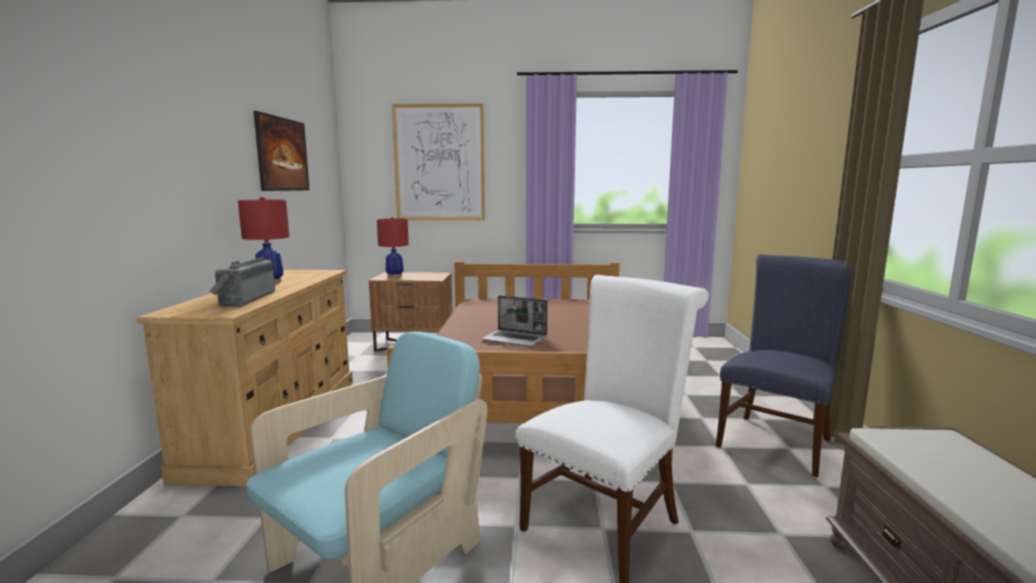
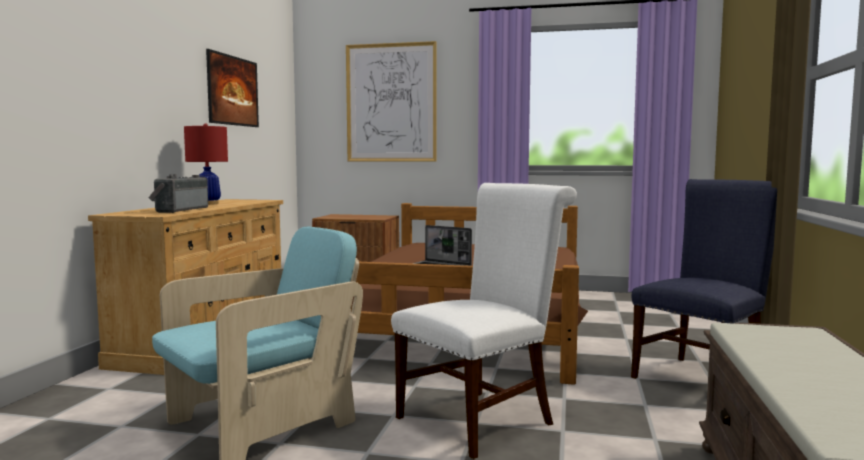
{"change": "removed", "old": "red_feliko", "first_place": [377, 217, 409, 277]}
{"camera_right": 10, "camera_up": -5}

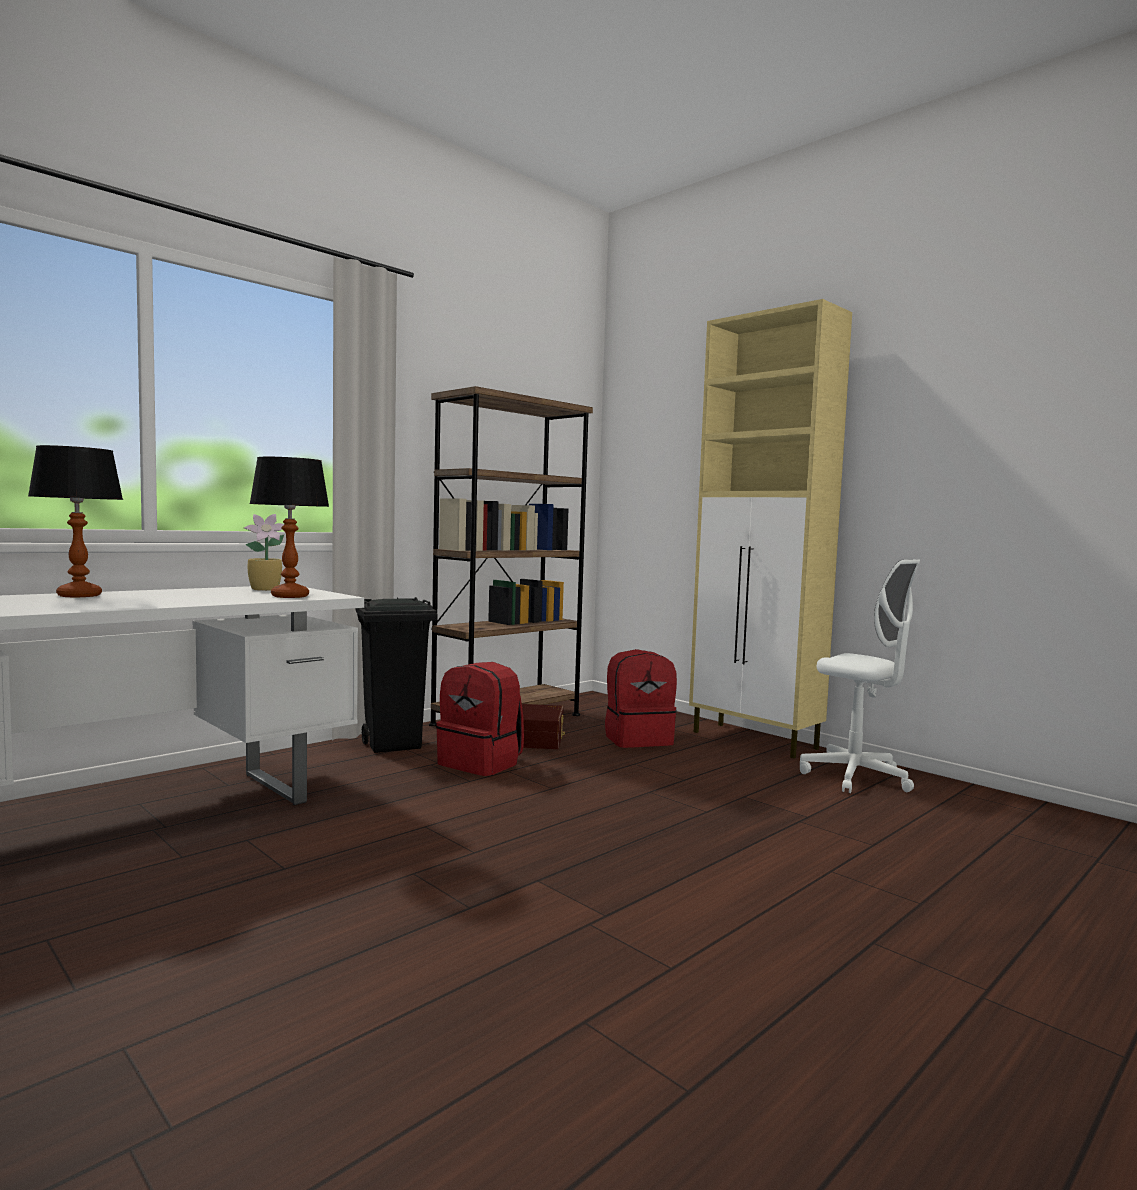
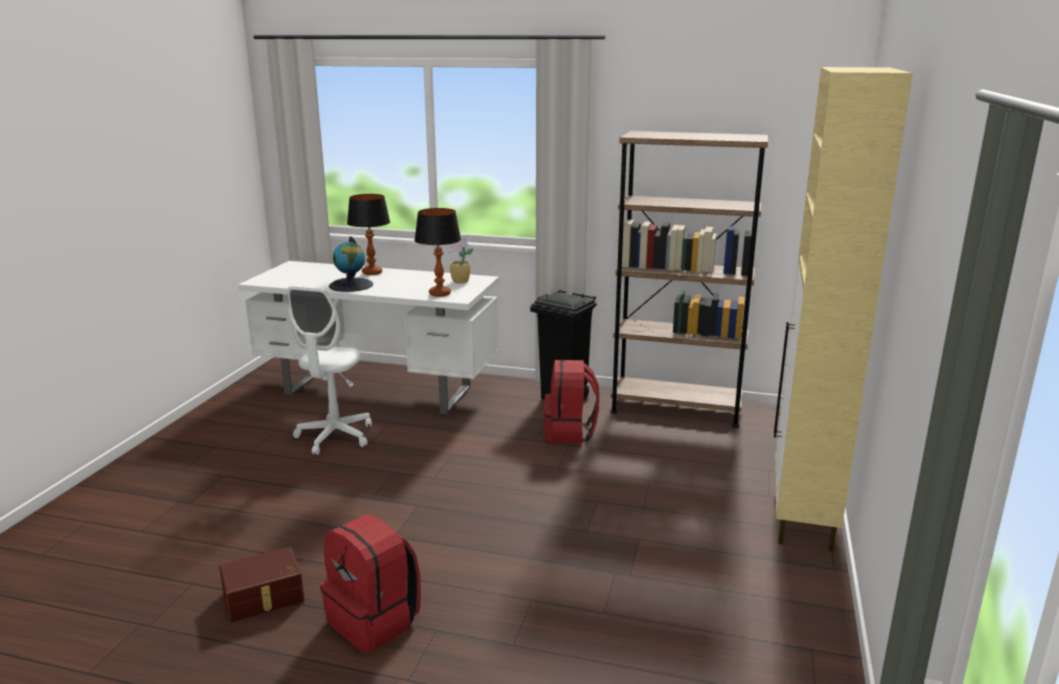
{"change": "moved", "old": "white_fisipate", "first_place": [800, 559, 920, 793], "second_place": [287, 287, 372, 455]}
{"change": "moved", "old": "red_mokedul", "first_place": [605, 649, 677, 748], "second_place": [320, 514, 421, 653]}
{"change": "moved", "old": "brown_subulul", "first_place": [522, 704, 565, 749], "second_place": [219, 547, 304, 622]}
{"change": "added", "new": "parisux", "second_place": [329, 236, 373, 292]}
{"camera_right": 60, "camera_up": 15}

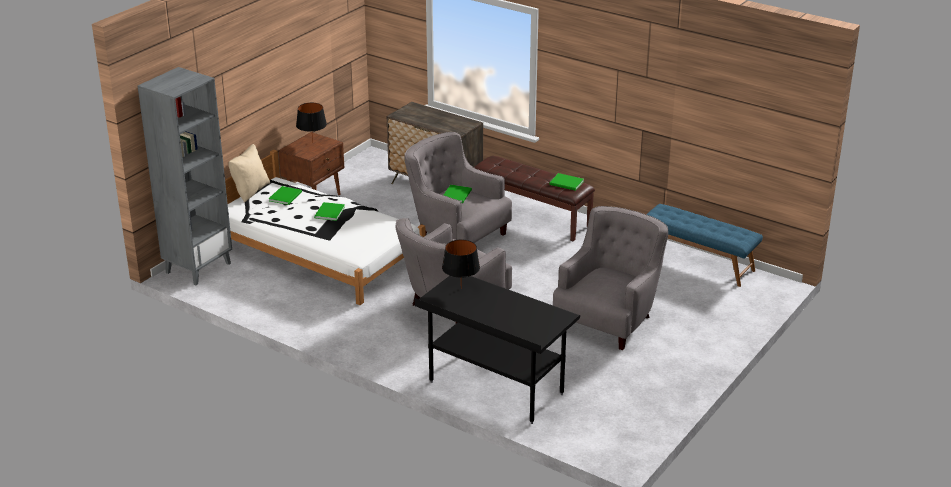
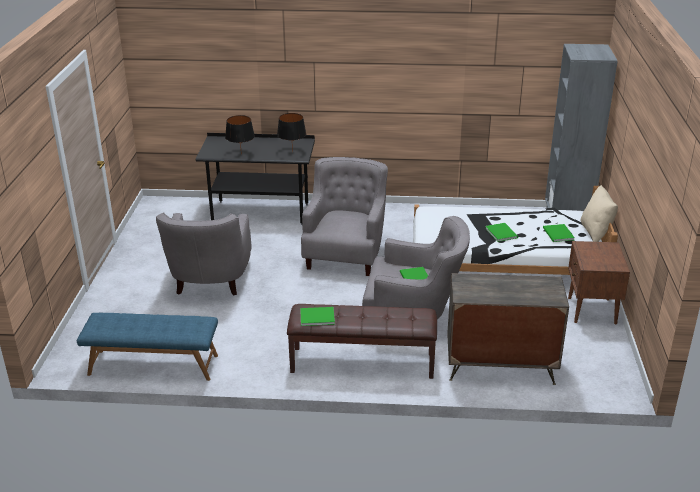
{"change": "moved", "old": "black_feliko", "first_place": [296, 103, 327, 143], "second_place": [225, 115, 255, 155]}
{"camera_right": 150, "camera_up": 0}

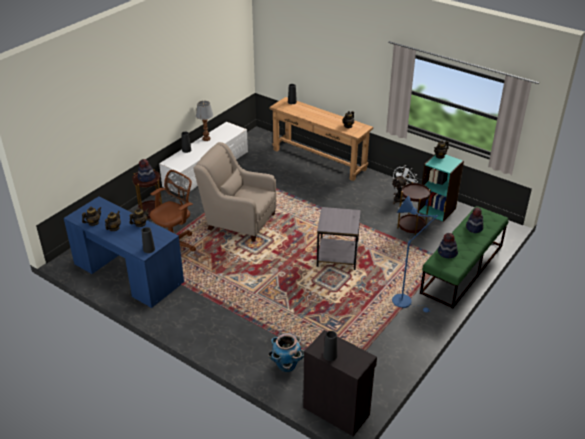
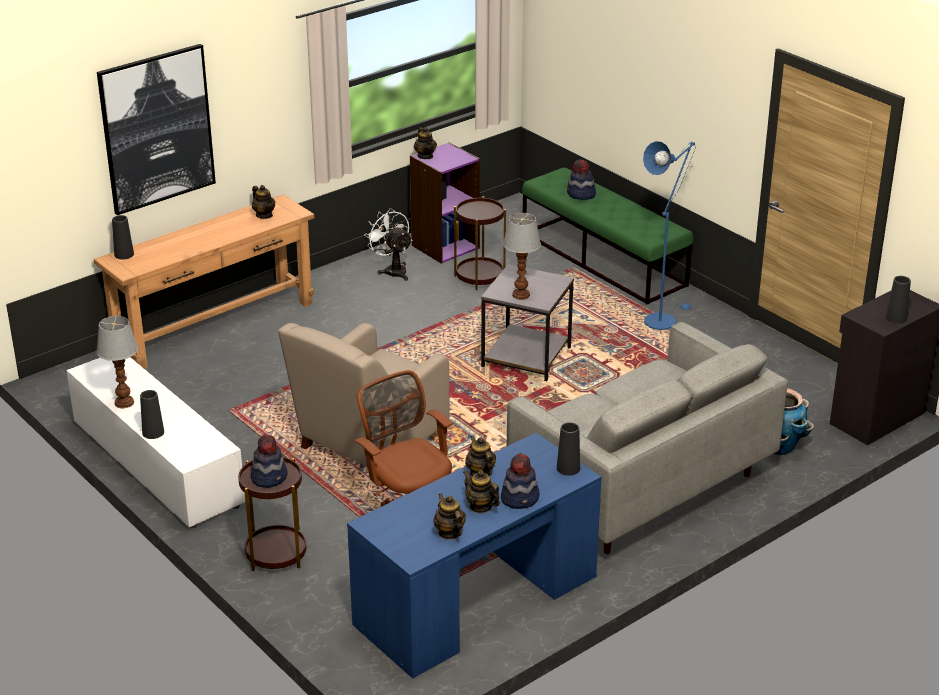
{"change": "recoloured", "old": "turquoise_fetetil", "new": "purple_fetetil", "first_place": [419, 154, 464, 222], "second_place": [410, 142, 480, 263]}
{"change": "moved", "old": "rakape", "first_place": [438, 233, 458, 258], "second_place": [501, 453, 540, 509]}
{"change": "added", "new": "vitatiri", "second_place": [97, 44, 216, 215]}
{"change": "added", "new": "feliko", "second_place": [503, 213, 541, 300]}
{"change": "added", "new": "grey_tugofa", "second_place": [507, 322, 788, 554]}
{"camera_right": -75, "camera_up": -5}

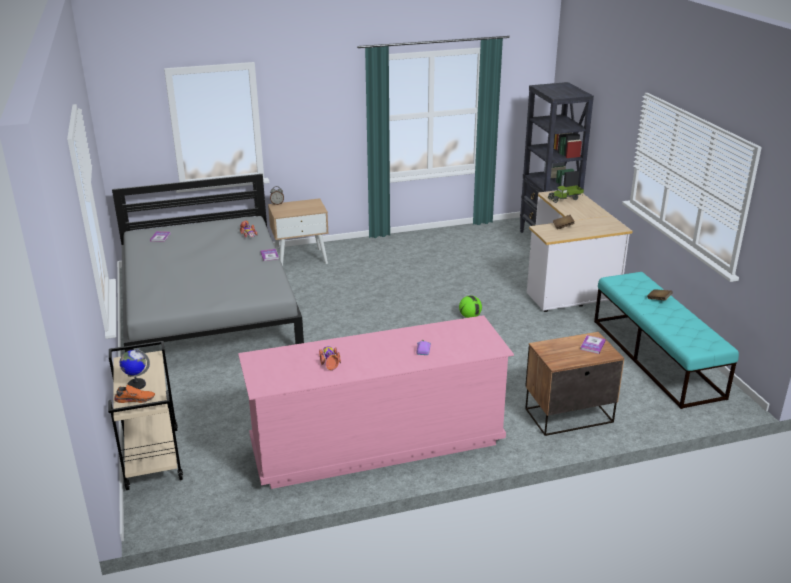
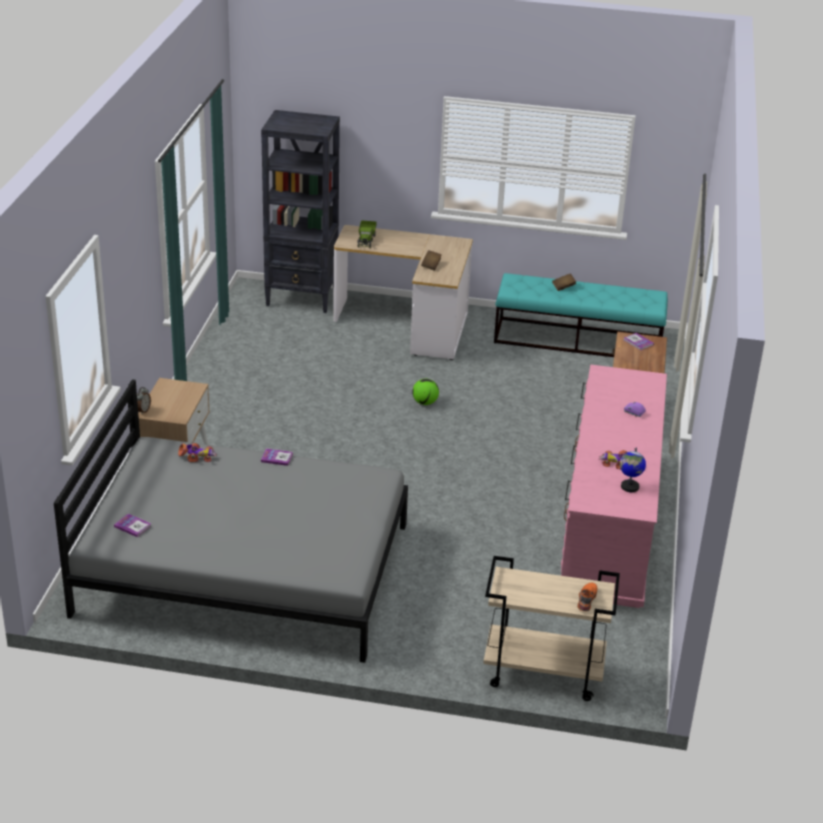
{"change": "moved", "old": "parisux", "first_place": [120, 349, 150, 389], "second_place": [620, 447, 646, 492]}
{"camera_right": -65, "camera_up": 5}

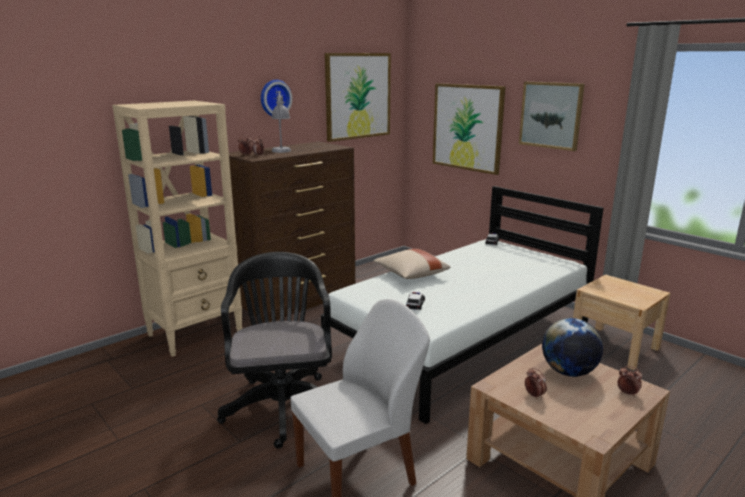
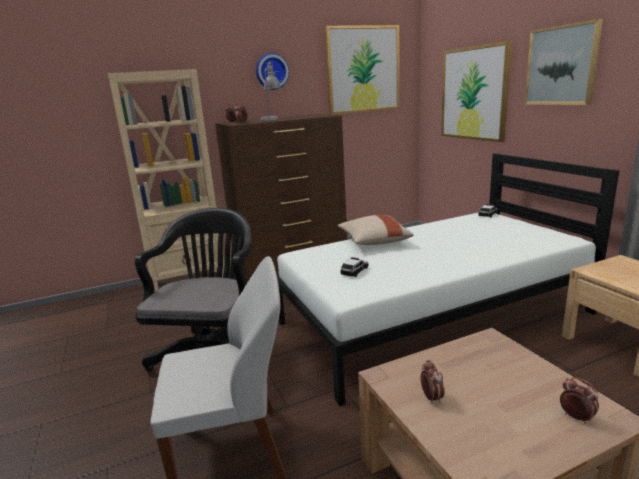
{"change": "removed", "old": "parisux", "first_place": [542, 318, 603, 377]}
{"camera_right": 20, "camera_up": 0}

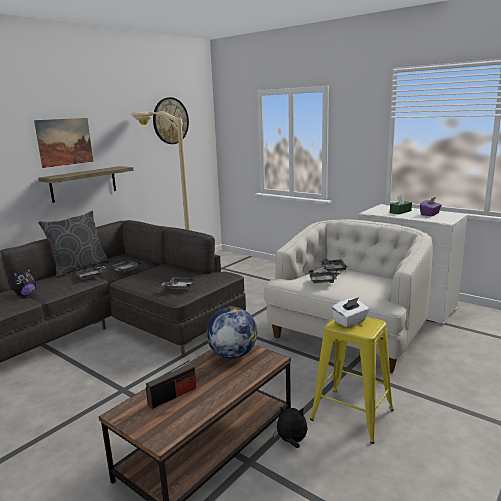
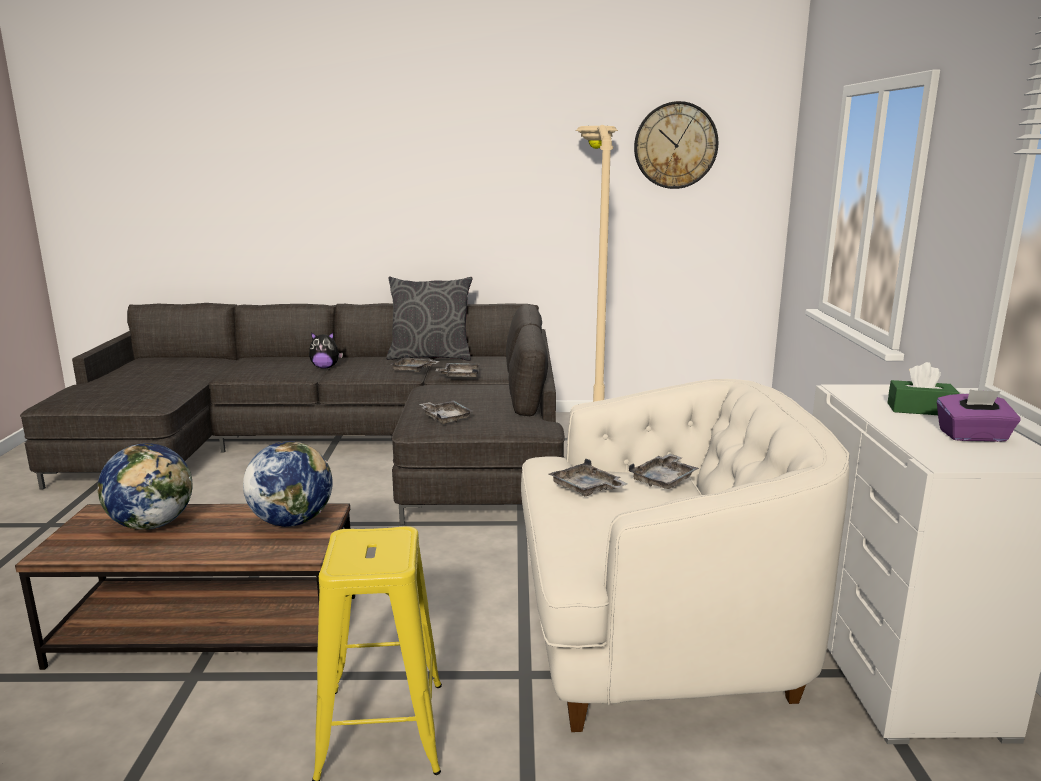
{"change": "removed", "old": "vitatiri", "first_place": [34, 118, 93, 168]}
{"change": "removed", "old": "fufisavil", "first_place": [38, 166, 133, 203]}
{"change": "removed", "old": "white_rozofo", "first_place": [332, 297, 369, 327]}
{"change": "replaced", "old": "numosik", "new": "parisux", "first_place": [146, 360, 196, 409], "second_place": [98, 443, 193, 530]}
{"change": "removed", "old": "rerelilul", "first_place": [273, 406, 308, 448]}
{"camera_right": 50, "camera_up": 0}

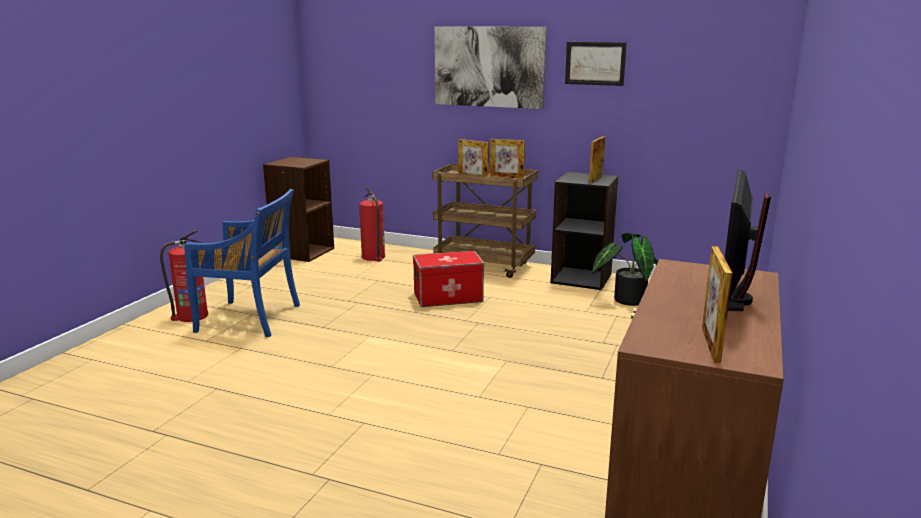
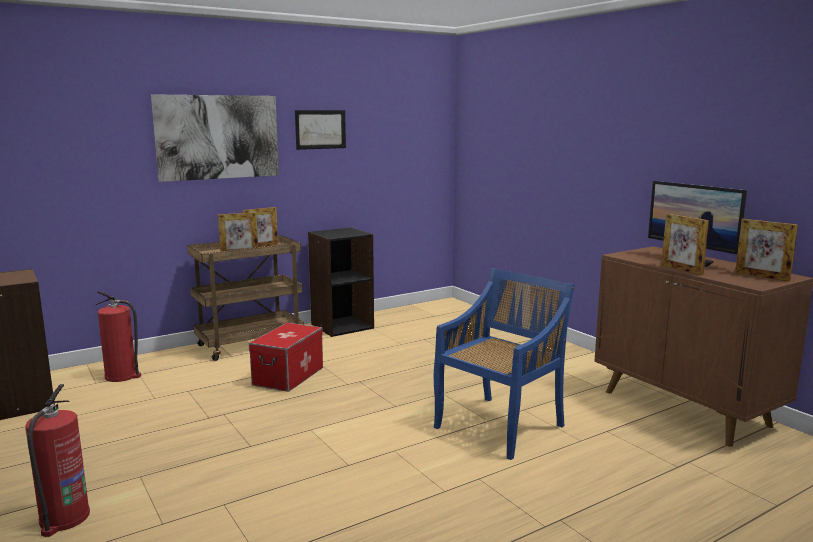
{"change": "moved", "old": "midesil", "first_place": [589, 136, 605, 183], "second_place": [661, 214, 709, 275]}
{"change": "moved", "old": "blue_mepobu", "first_place": [184, 189, 300, 337], "second_place": [434, 268, 575, 460]}
{"change": "removed", "old": "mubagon", "first_place": [592, 233, 658, 306]}
{"camera_right": -55, "camera_up": -5}

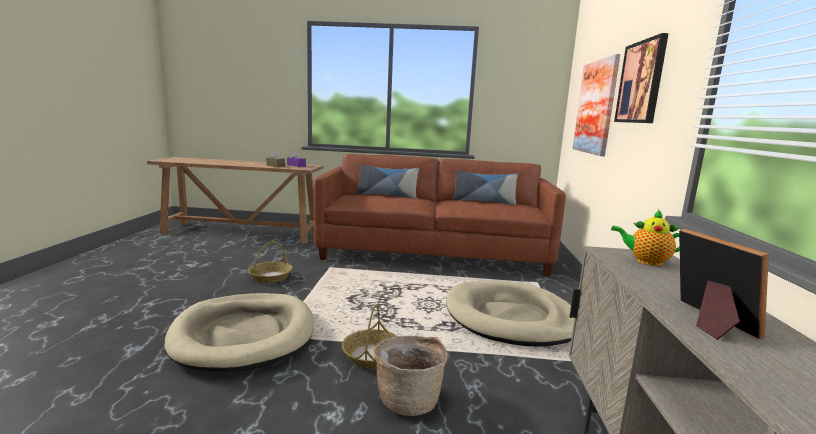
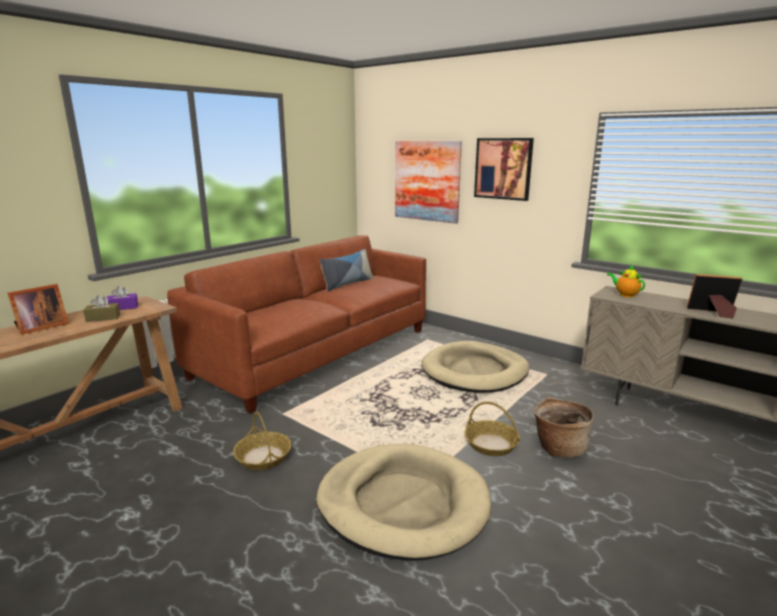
{"change": "removed", "old": "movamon", "first_place": [356, 164, 419, 198]}
{"change": "turned", "old": "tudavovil", "first_place": [611, 210, 681, 266], "second_place": [607, 265, 645, 298], "degrees": 90}
{"change": "added", "new": "midesil", "second_place": [7, 284, 69, 335]}
{"camera_right": -55, "camera_up": 5}

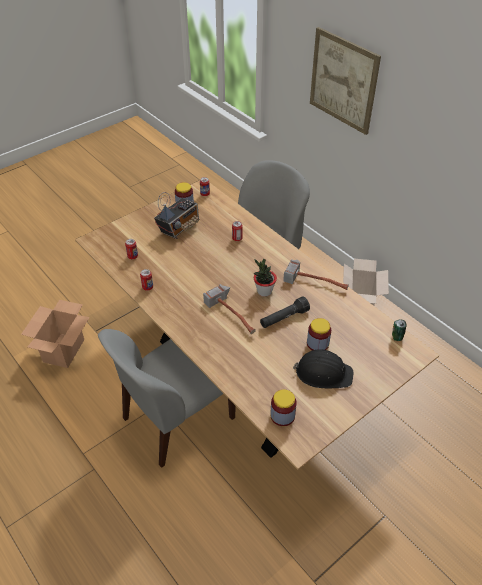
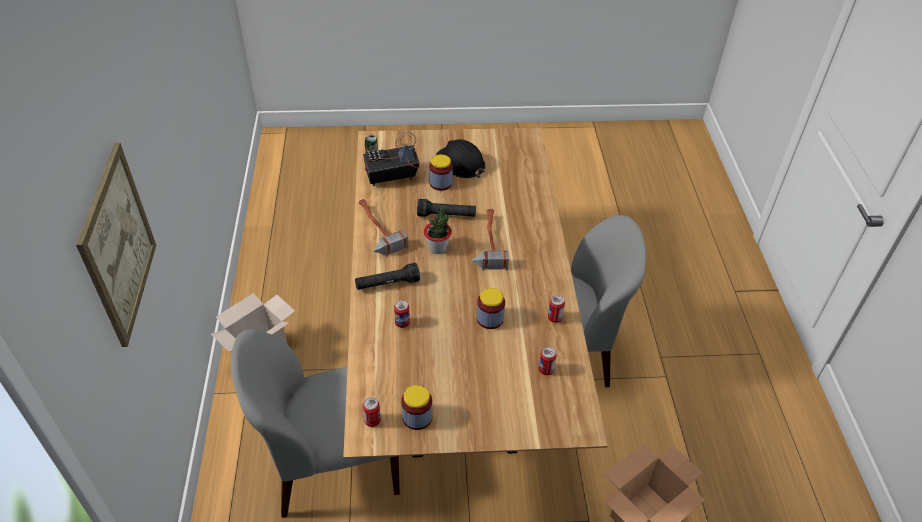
{"change": "moved", "old": "numosik", "first_place": [154, 192, 199, 239], "second_place": [363, 132, 420, 186]}
{"change": "moved", "old": "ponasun", "first_place": [270, 389, 297, 426], "second_place": [477, 288, 505, 329]}
{"change": "added", "new": "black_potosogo", "second_place": [355, 263, 420, 290]}
{"camera_right": -145, "camera_up": 0}

